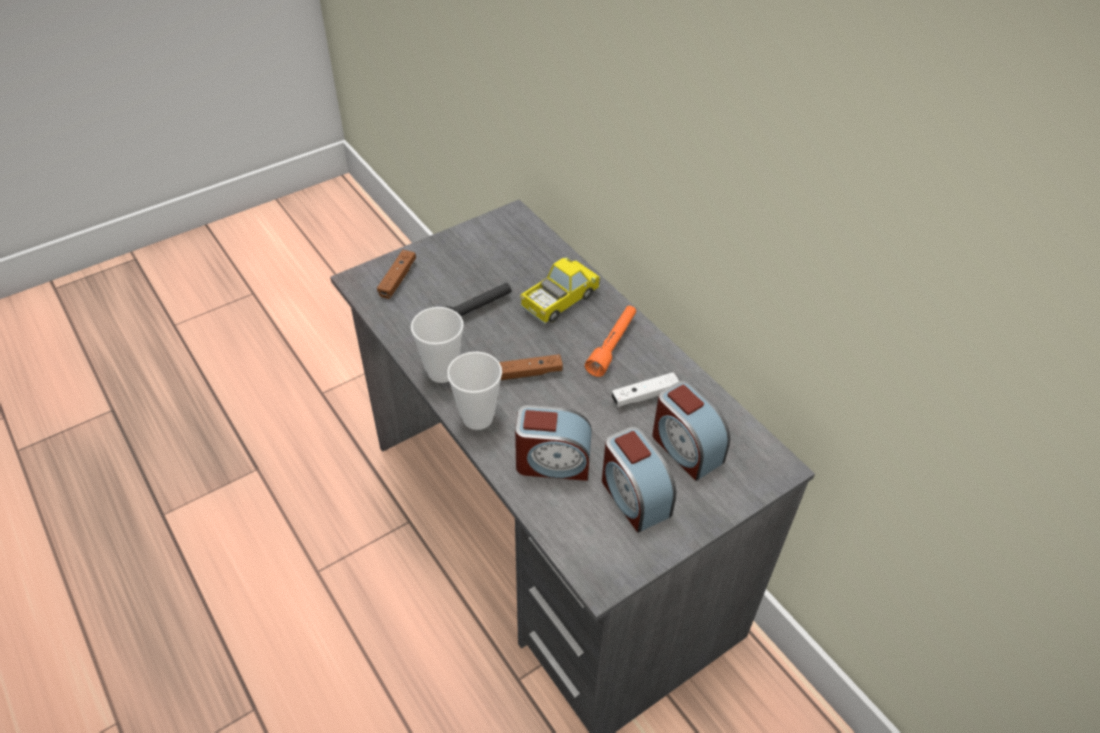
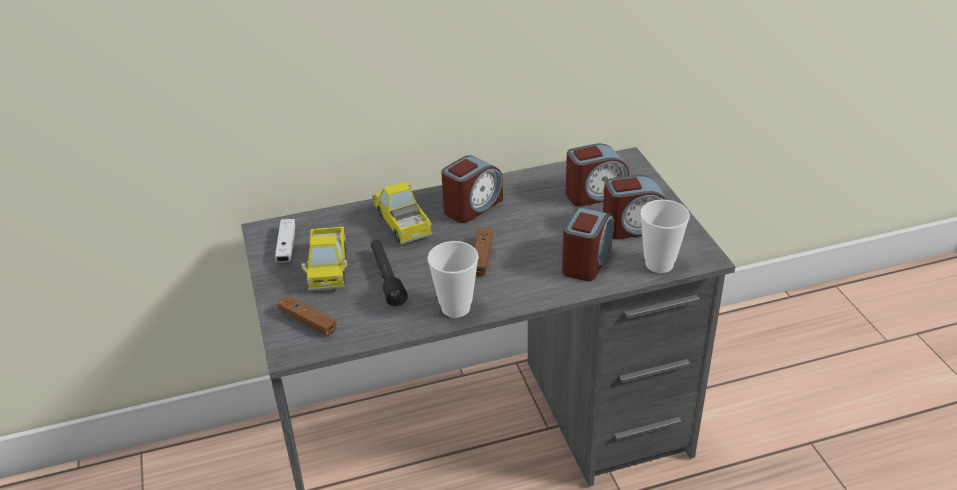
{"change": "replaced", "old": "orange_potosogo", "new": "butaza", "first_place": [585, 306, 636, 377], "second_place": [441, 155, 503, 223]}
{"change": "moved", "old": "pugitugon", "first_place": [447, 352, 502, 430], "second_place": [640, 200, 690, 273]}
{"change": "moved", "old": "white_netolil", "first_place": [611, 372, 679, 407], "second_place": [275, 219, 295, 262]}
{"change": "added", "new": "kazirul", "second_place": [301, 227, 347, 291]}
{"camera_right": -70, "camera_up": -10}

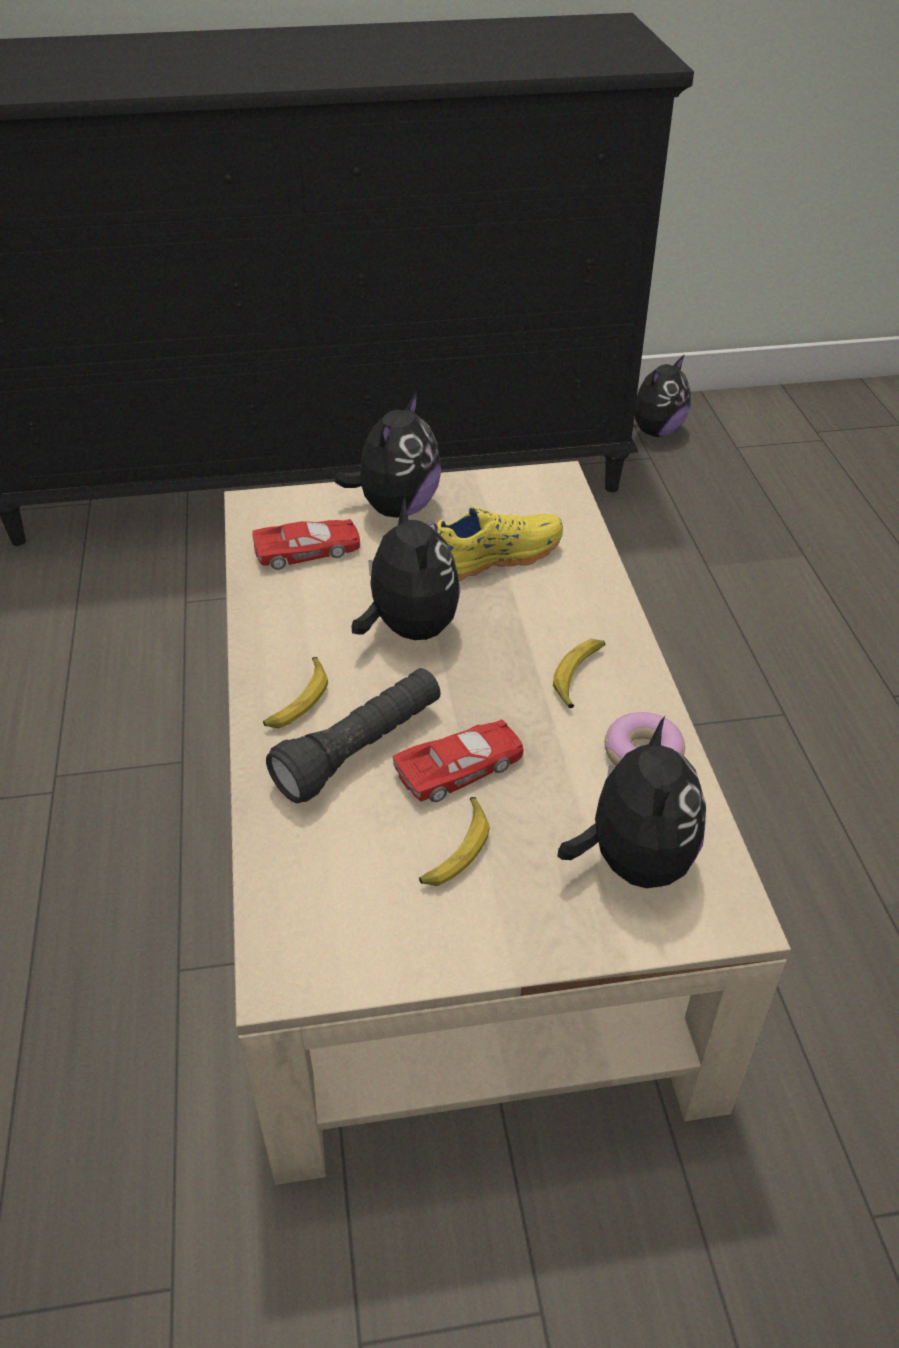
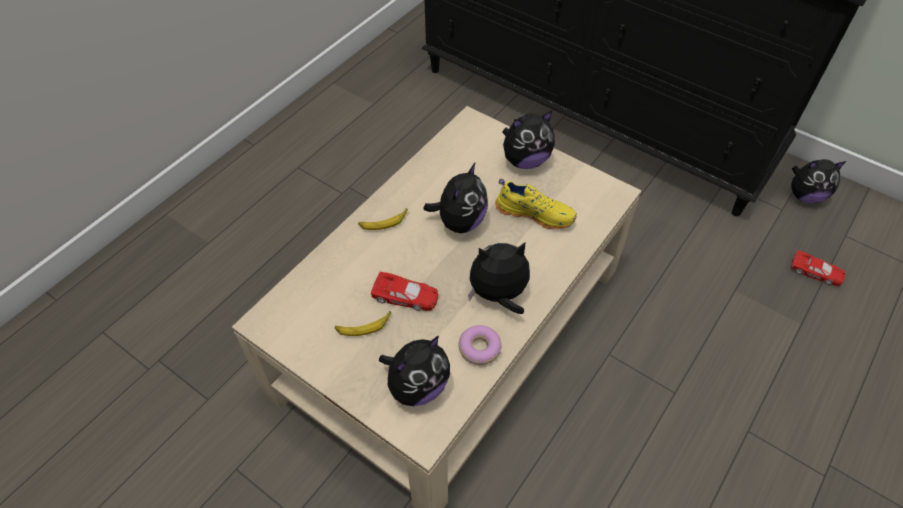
{"change": "moved", "old": "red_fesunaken", "first_place": [252, 519, 360, 570], "second_place": [791, 250, 845, 286]}
{"change": "replaced", "old": "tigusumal", "new": "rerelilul", "first_place": [553, 639, 605, 708], "second_place": [468, 242, 530, 314]}
{"change": "removed", "old": "black_potosogo", "first_place": [266, 668, 441, 803]}
{"camera_right": 45, "camera_up": 10}

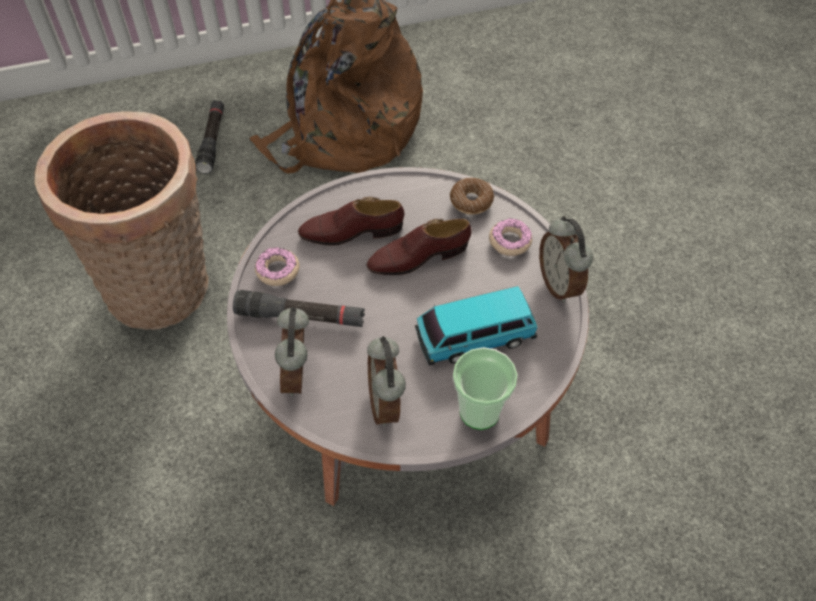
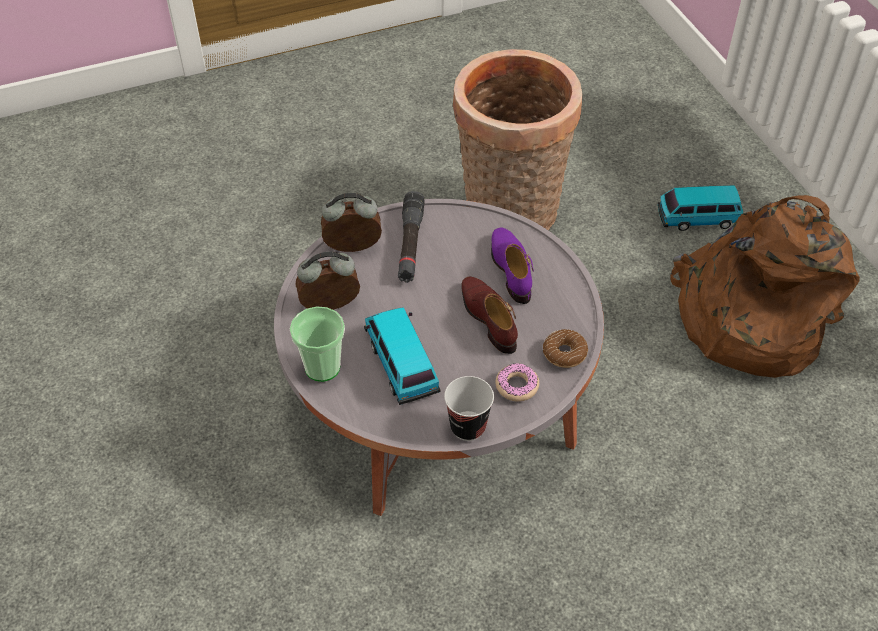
{"change": "replaced", "old": "black_potosogo", "new": "fesunaken", "first_place": [195, 100, 224, 174], "second_place": [658, 185, 743, 231]}
{"change": "recoloured", "old": "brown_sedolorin", "new": "purple_sedolorin", "first_place": [298, 197, 404, 246], "second_place": [491, 227, 534, 304]}
{"change": "replaced", "old": "butaza", "new": "pugitugon", "first_place": [539, 216, 593, 303], "second_place": [444, 376, 494, 441]}
{"change": "removed", "old": "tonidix", "first_place": [255, 247, 300, 286]}
{"camera_right": 85, "camera_up": -5}

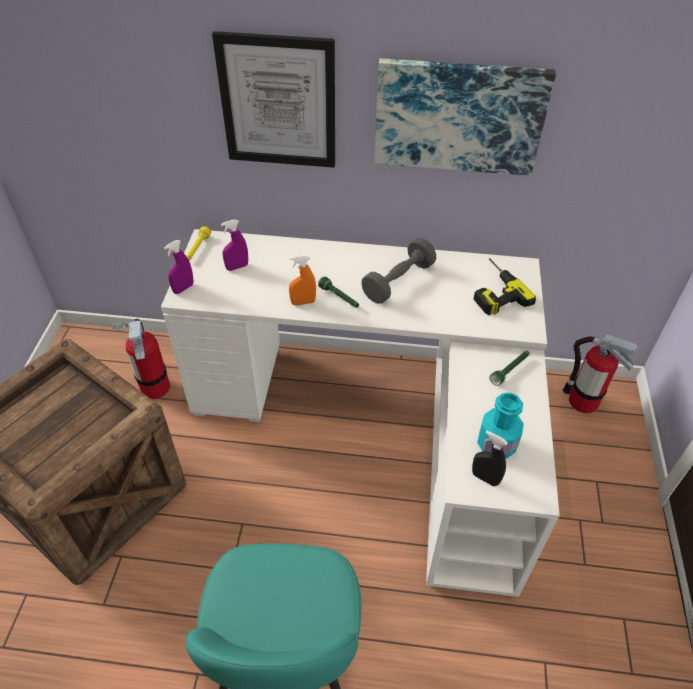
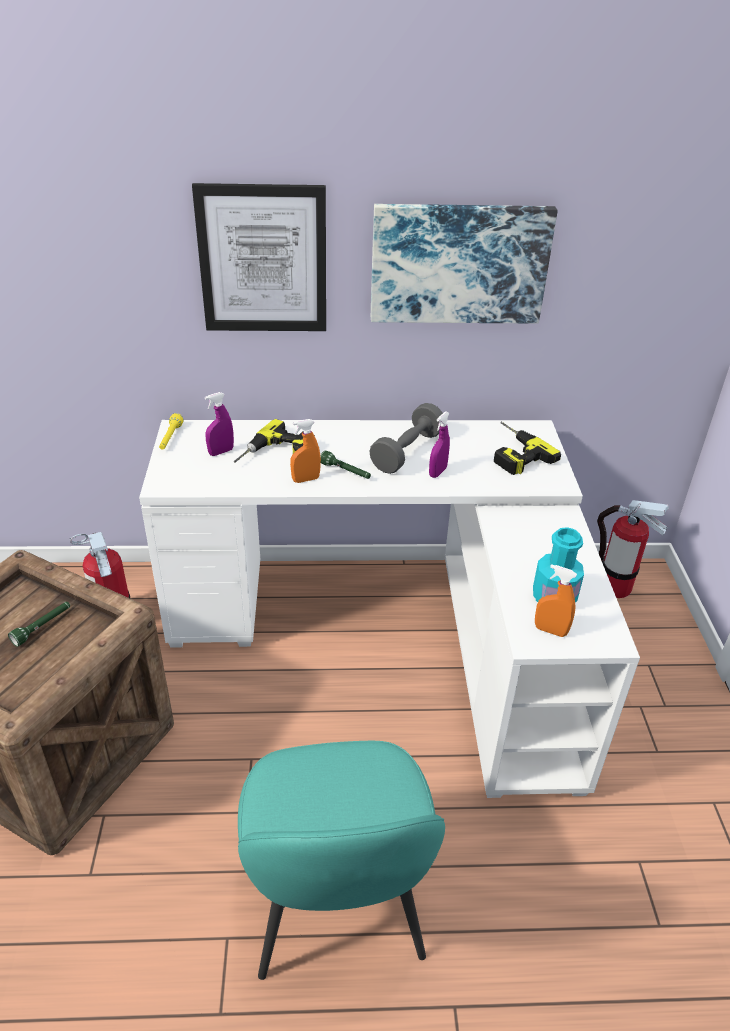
{"change": "moved", "old": "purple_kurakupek", "first_place": [164, 240, 193, 294], "second_place": [429, 411, 450, 478]}
{"change": "moved", "old": "green_potosogo", "first_place": [489, 351, 530, 386], "second_place": [8, 602, 70, 647]}
{"change": "recoloured", "old": "black_kurakupek", "new": "orange_kurakupek", "first_place": [472, 430, 508, 486], "second_place": [535, 564, 577, 637]}
{"change": "added", "new": "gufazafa", "second_place": [234, 419, 315, 463]}
{"camera_right": -10, "camera_up": -10}

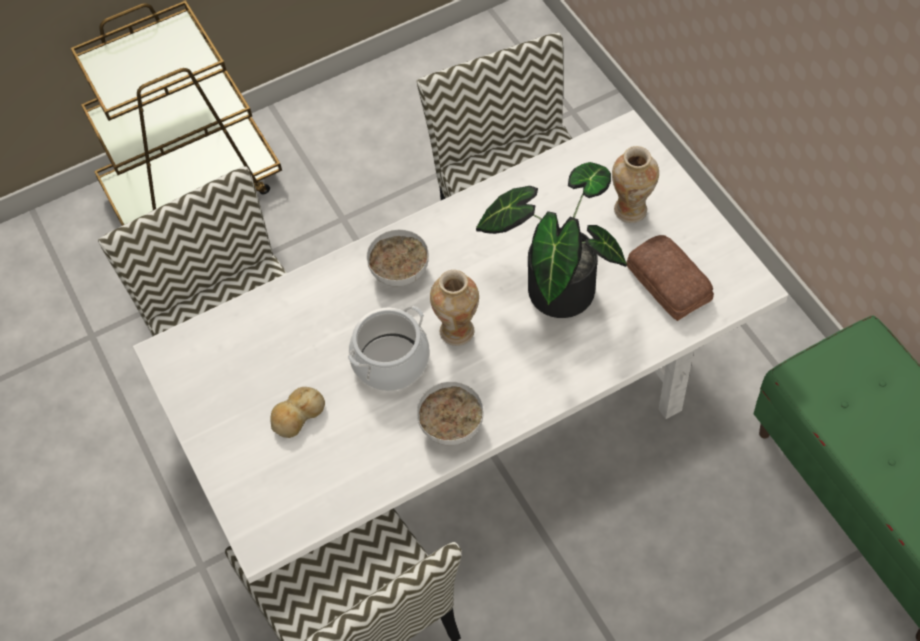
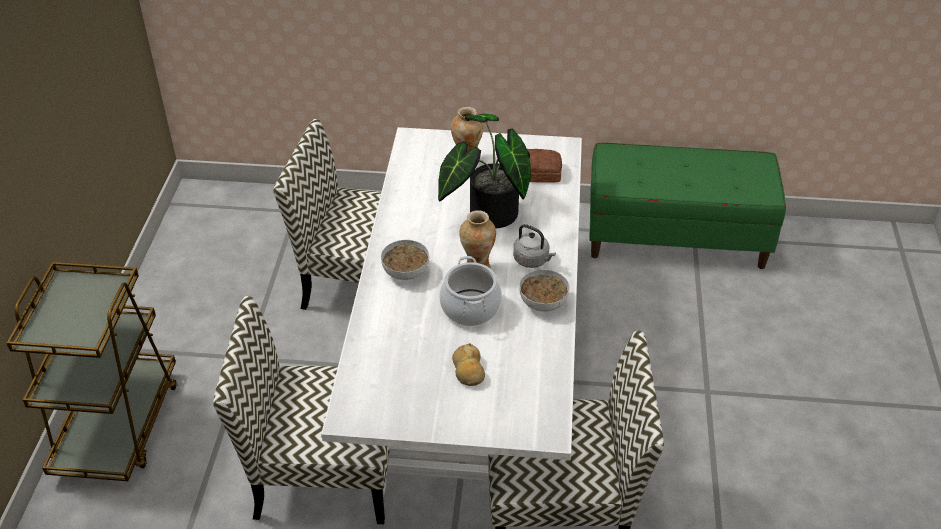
{"change": "added", "new": "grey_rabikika", "second_place": [513, 224, 556, 268]}
{"camera_right": -60, "camera_up": -15}

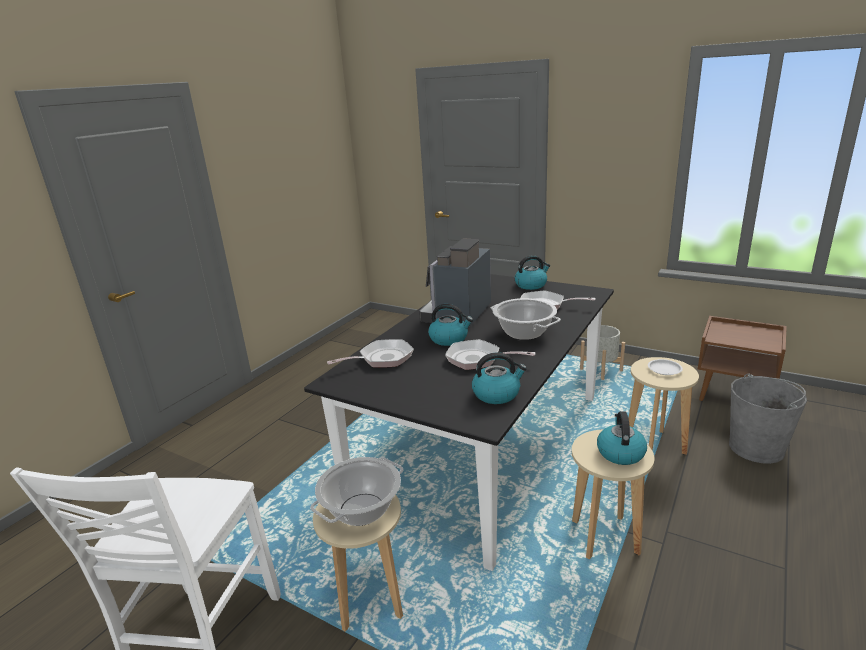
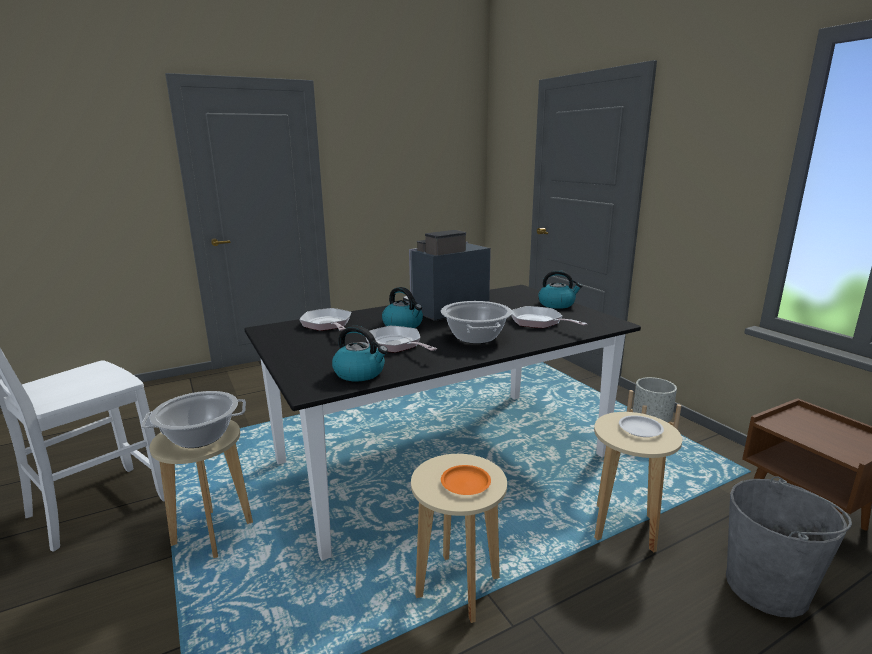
{"change": "turned", "old": "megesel", "first_place": [327, 339, 414, 368], "second_place": [299, 308, 351, 331], "degrees": -120}
{"change": "replaced", "old": "rabikika", "new": "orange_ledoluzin", "first_place": [597, 411, 647, 465], "second_place": [441, 465, 491, 495]}
{"camera_right": 30, "camera_up": -5}

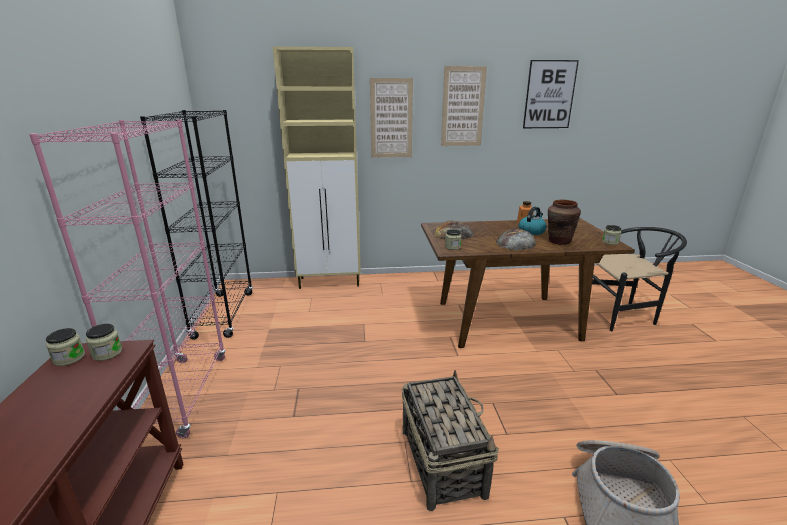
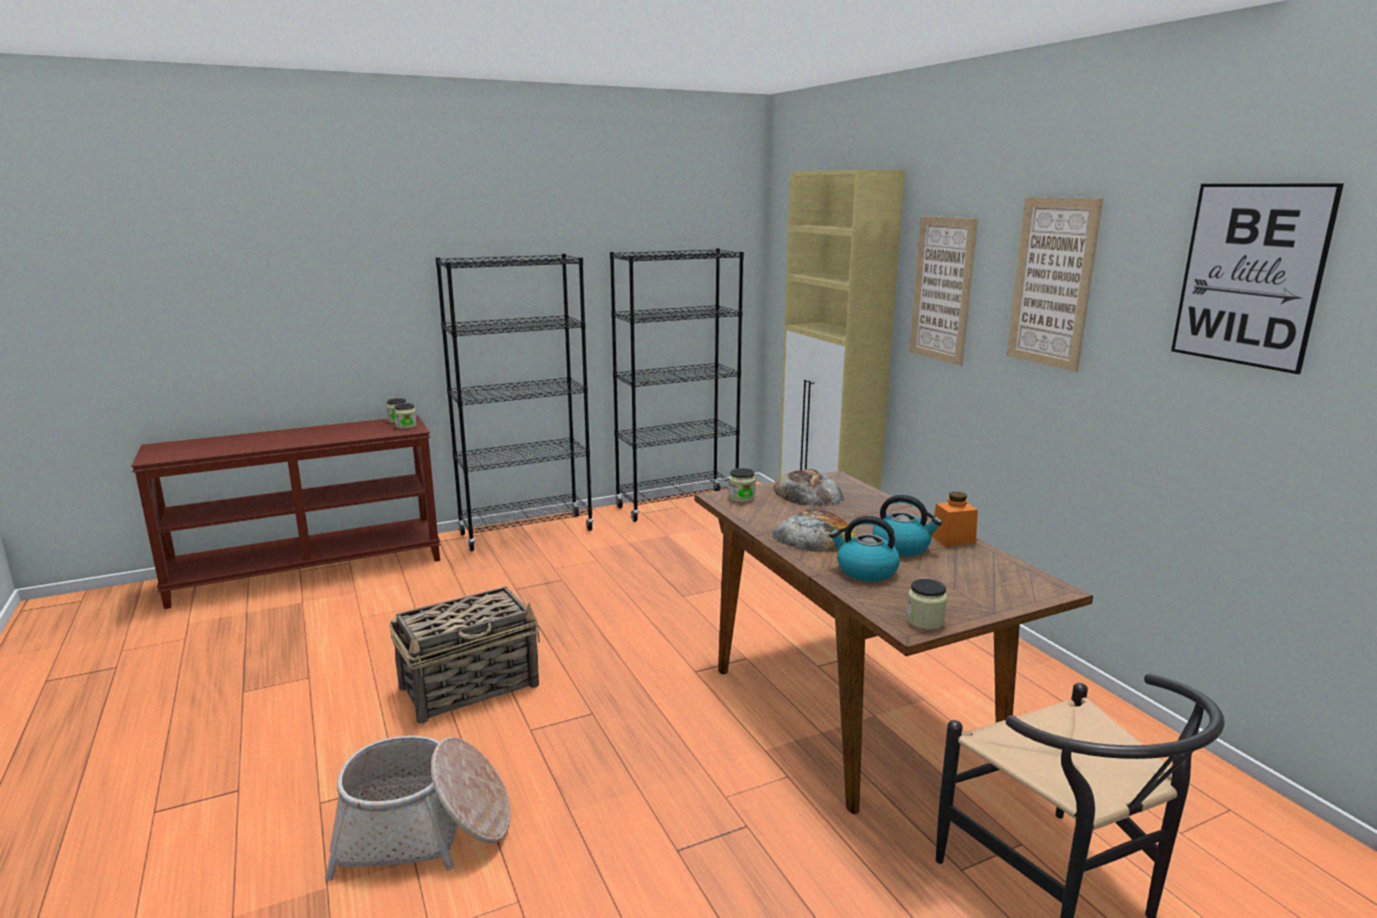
{"change": "recoloured", "old": "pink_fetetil", "new": "black_fetetil", "first_place": [29, 120, 226, 438], "second_place": [436, 253, 594, 551]}
{"change": "replaced", "old": "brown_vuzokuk", "new": "rabikika", "first_place": [548, 200, 581, 245], "second_place": [830, 516, 900, 581]}
{"camera_right": 70, "camera_up": -5}

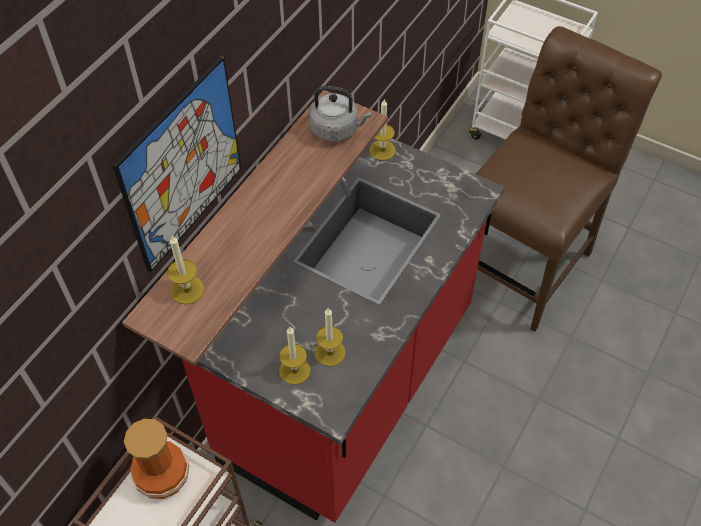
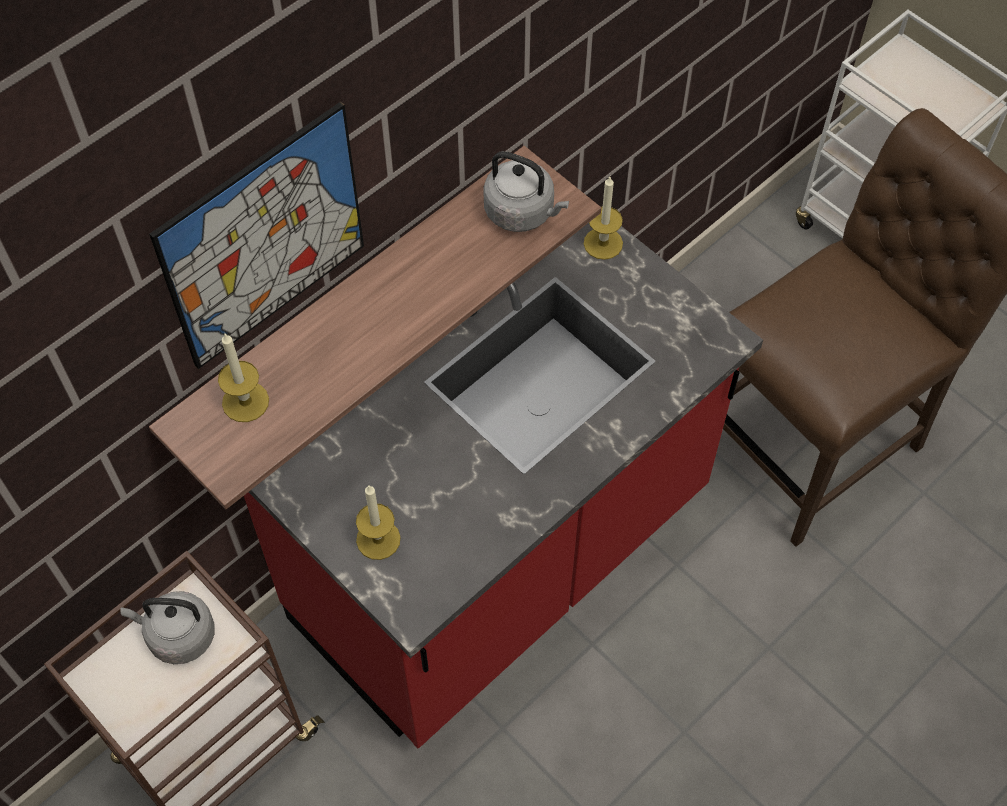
{"change": "removed", "old": "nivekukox", "first_place": [315, 308, 346, 367]}
{"change": "replaced", "old": "vuzokuk", "new": "grey_rabikika", "first_place": [124, 419, 190, 499], "second_place": [120, 591, 215, 664]}
{"camera_right": 15, "camera_up": 5}

